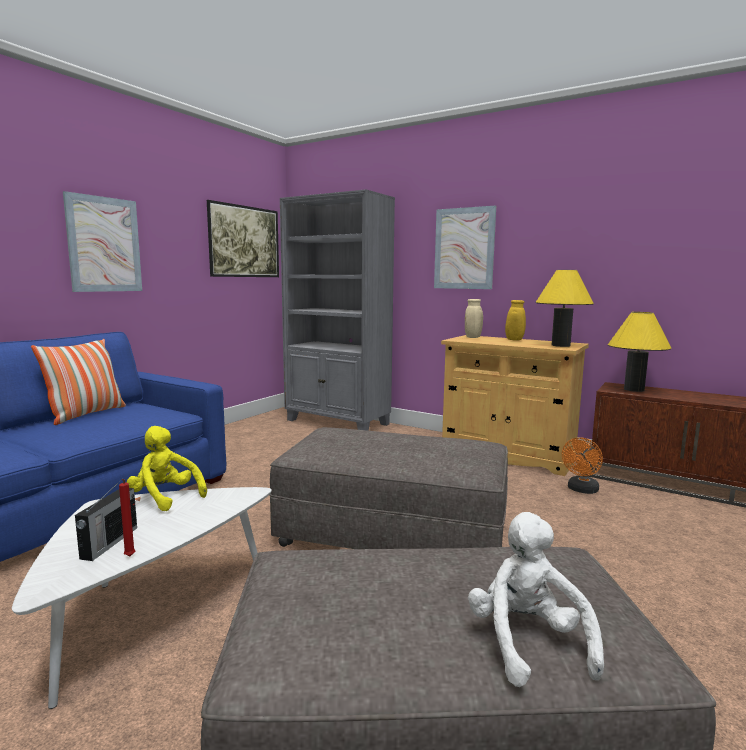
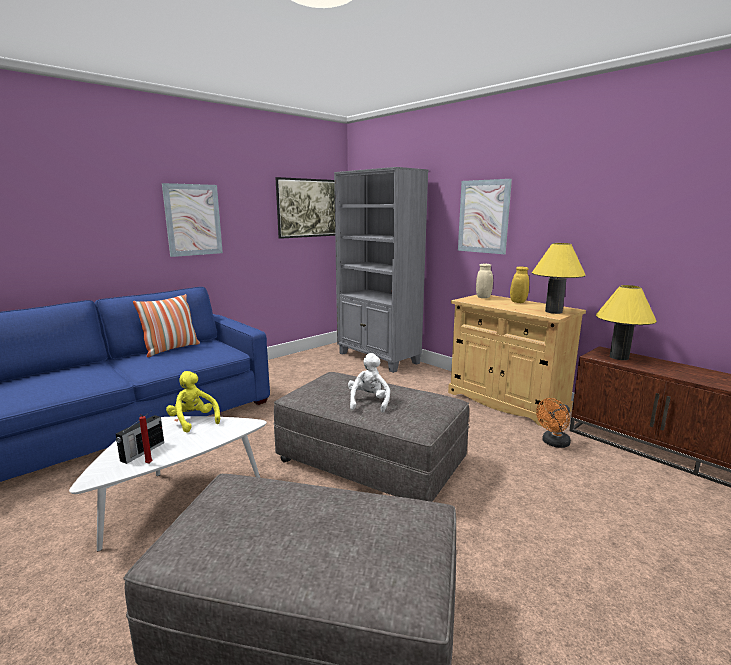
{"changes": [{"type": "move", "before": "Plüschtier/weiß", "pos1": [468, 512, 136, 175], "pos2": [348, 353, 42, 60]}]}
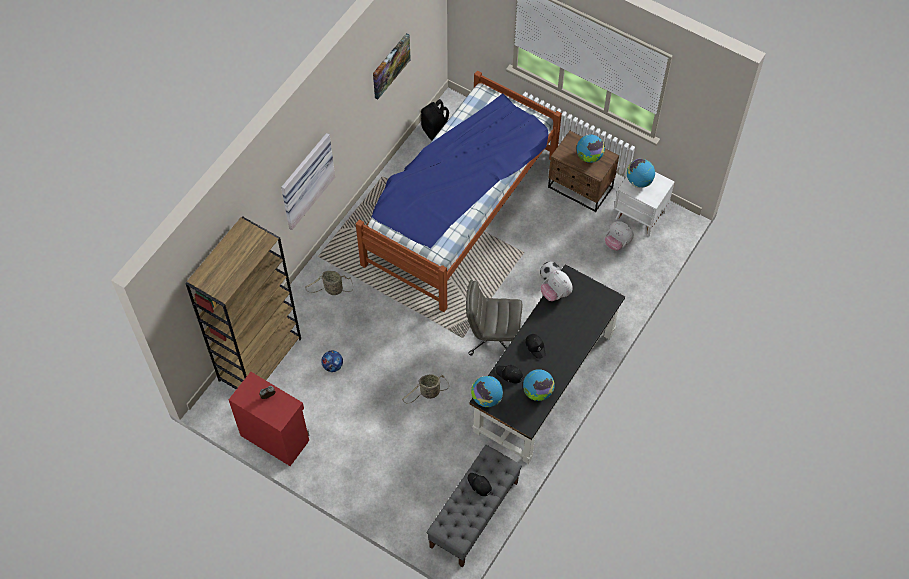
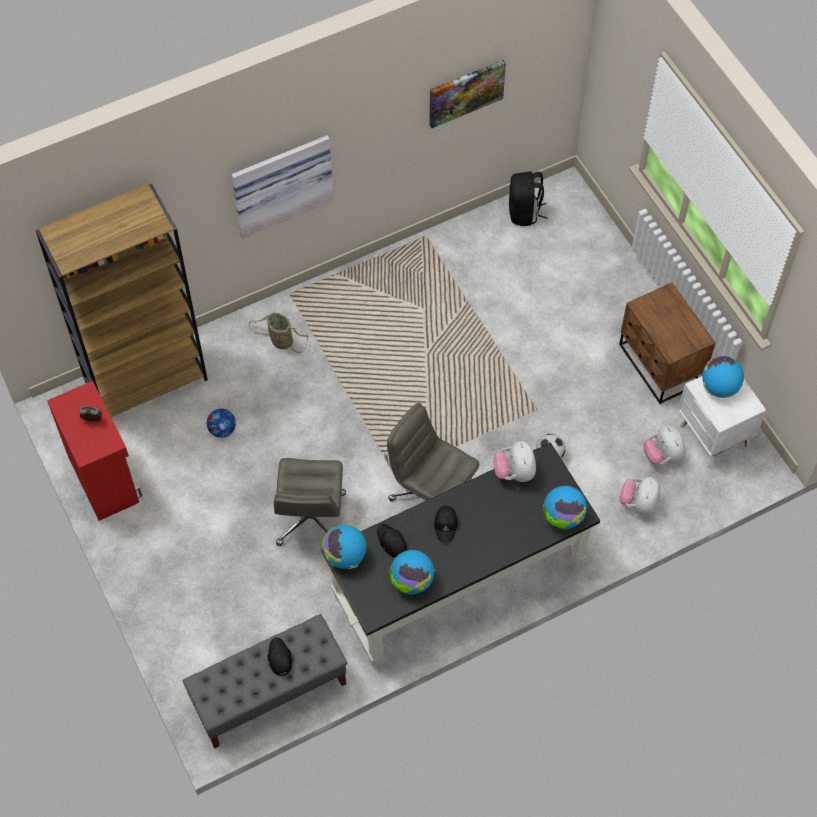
{"changes": [{"type": "delete", "before": "Bett", "pos1": [356, 71, 206, 241]}, {"type": "move", "before": "Globus", "pos1": [577, 135, 28, 28], "pos2": [543, 486, 44, 44]}, {"type": "replace", "before": "Korb", "after": "Bürostuhl/grau", "pos1": [402, 374, 47, 30], "pos2": [274, 458, 72, 88]}, {"type": "insert", "after": "Plüschtier", "pos2": [619, 477, 41, 38]}]}
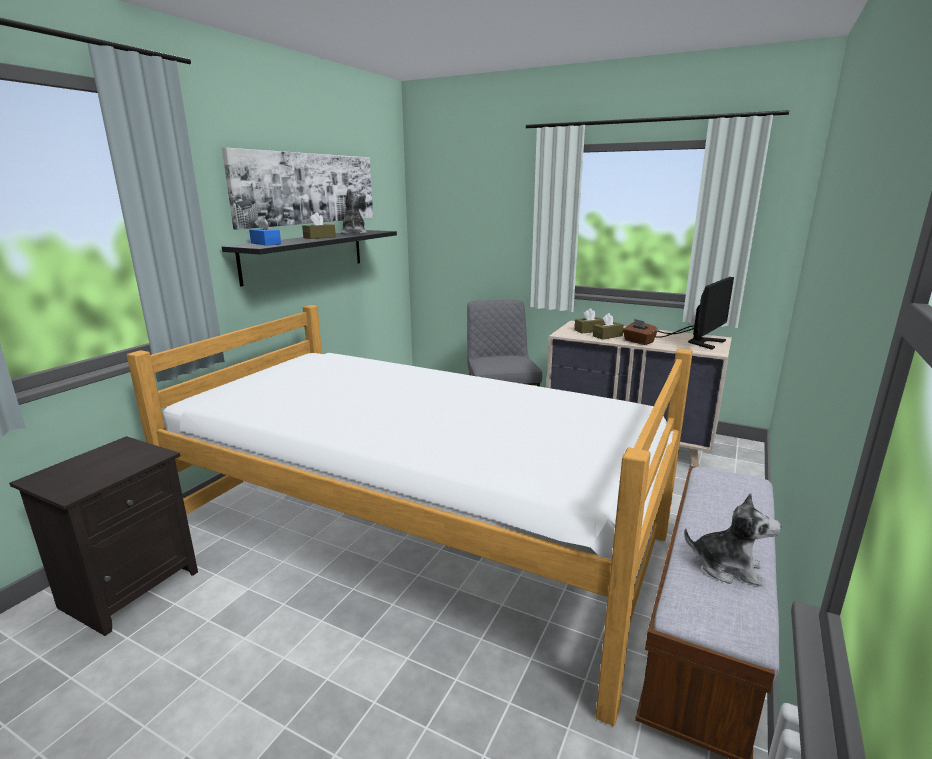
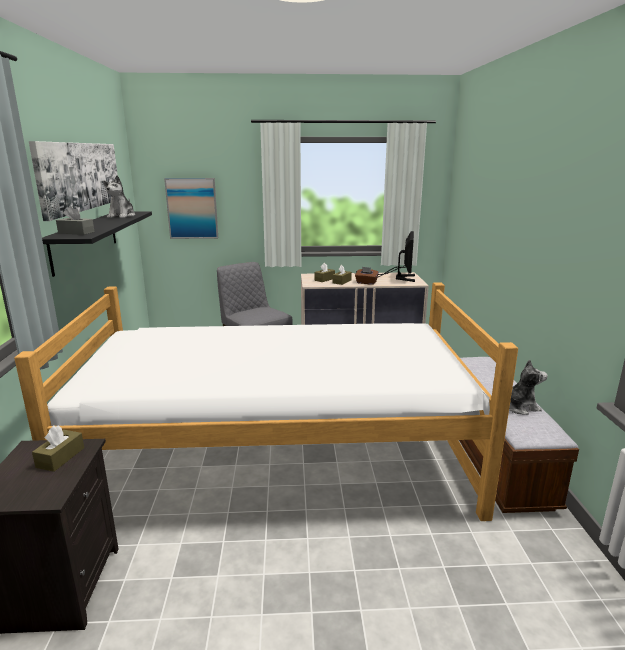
{"changes": [{"type": "rotate", "before": "Plüschtier", "pos1": [341, 189, 27, 46], "pos2": [103, 175, 32, 43], "turn": -135}, {"type": "move", "before": "Taschentuchbox/braun", "pos1": [302, 212, 34, 27], "pos2": [32, 426, 52, 46]}, {"type": "recolor", "before": "Taschentuchbox/blau", "after": "Taschentuchbox/grau", "pos1": [249, 216, 32, 30], "pos2": [56, 206, 38, 29]}, {"type": "insert", "after": "Bild", "pos2": [164, 178, 54, 61]}]}
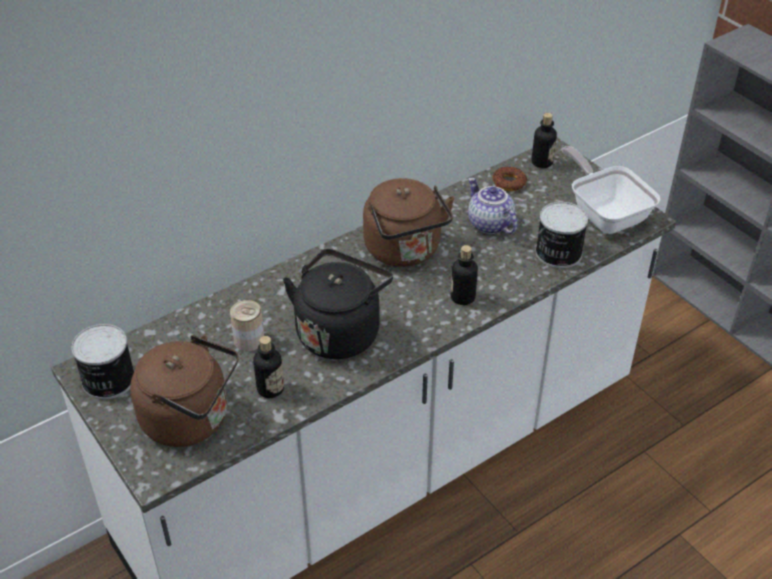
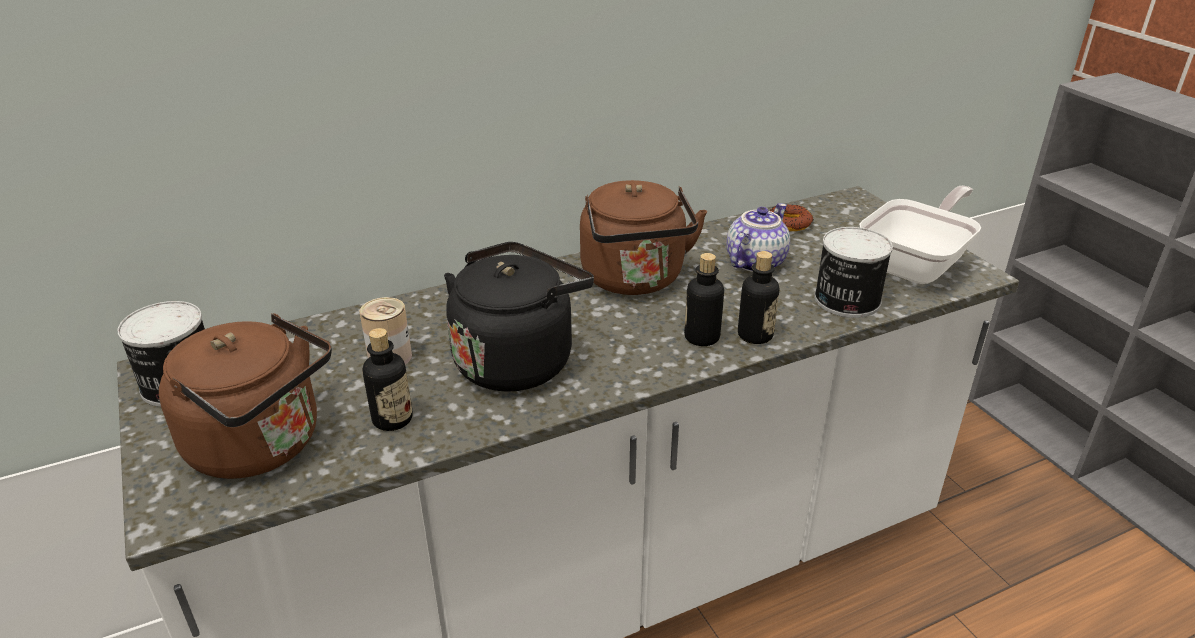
{"changes": [{"type": "move", "before": "Flasche", "pos1": [532, 113, 25, 55], "pos2": [738, 251, 41, 93]}, {"type": "rotate", "before": "Pfanne", "pos1": [562, 146, 98, 88], "pos2": [859, 186, 122, 98], "turn": 60}, {"type": "rotate", "before": "Teekanne", "pos1": [468, 178, 49, 56], "pos2": [727, 203, 63, 69], "turn": 60}]}
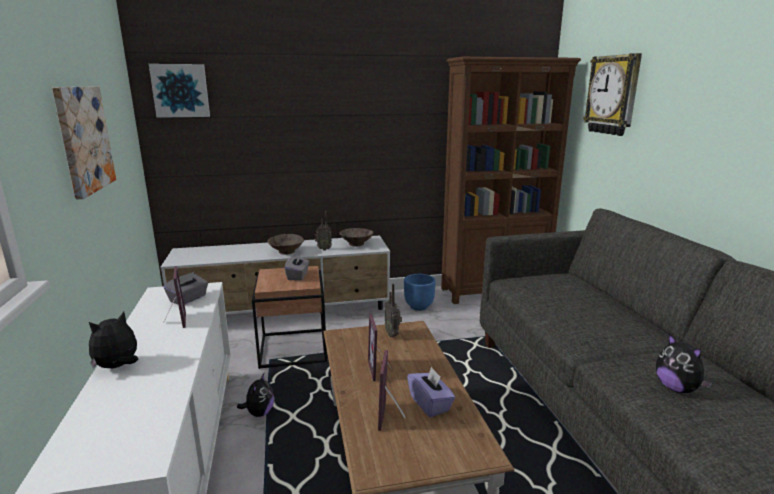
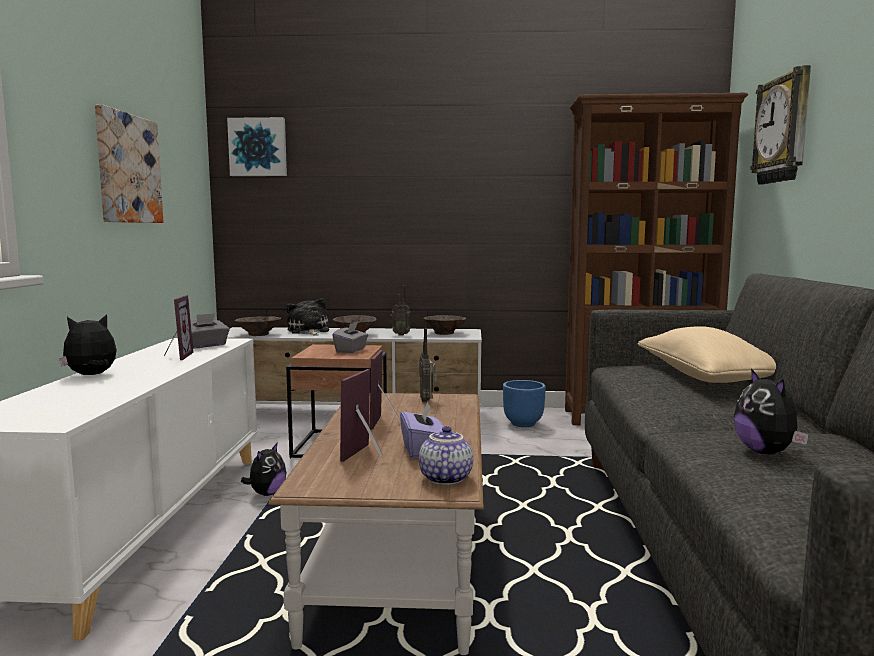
{"changes": [{"type": "insert", "after": "Plüschtier", "pos2": [287, 298, 42, 38]}, {"type": "insert", "after": "Schüssel/braun", "pos2": [235, 316, 46, 20]}, {"type": "insert", "after": "Kissen/beige", "pos2": [638, 326, 138, 57]}, {"type": "insert", "after": "Teekanne", "pos2": [419, 426, 54, 59]}]}
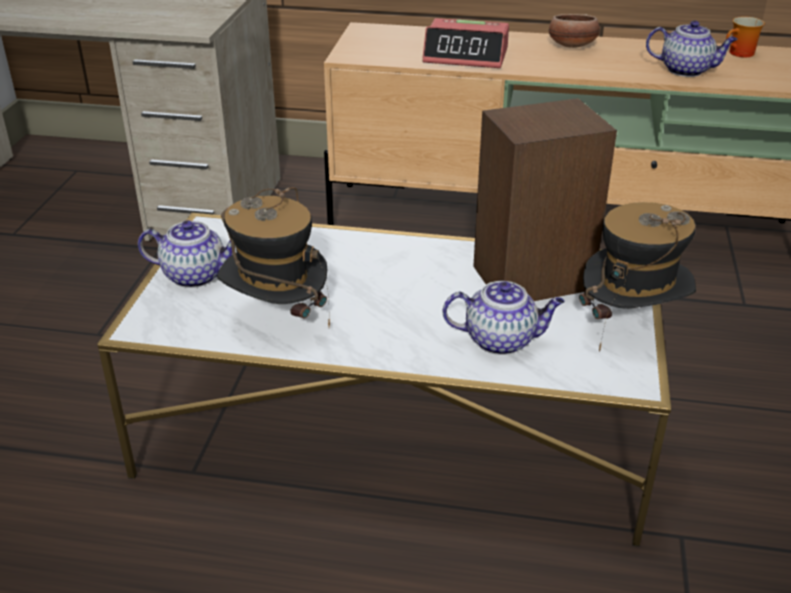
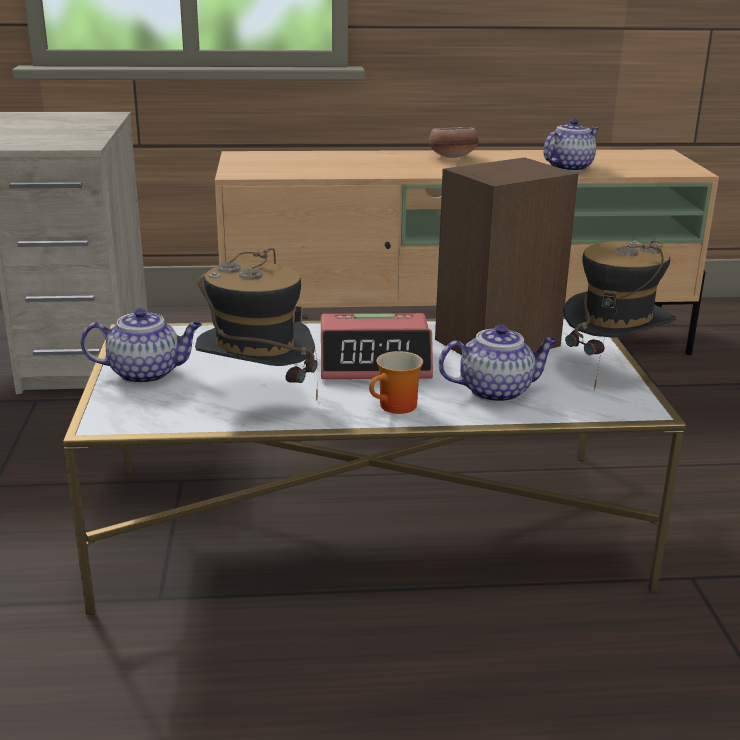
{"changes": [{"type": "move", "before": "Henkelbecher", "pos1": [726, 16, 39, 41], "pos2": [369, 351, 54, 63]}, {"type": "move", "before": "Wecker", "pos1": [422, 18, 87, 50], "pos2": [321, 313, 112, 66]}, {"type": "rotate", "before": "Teekanne", "pos1": [646, 20, 92, 57], "pos2": [543, 119, 56, 53], "turn": -45}]}
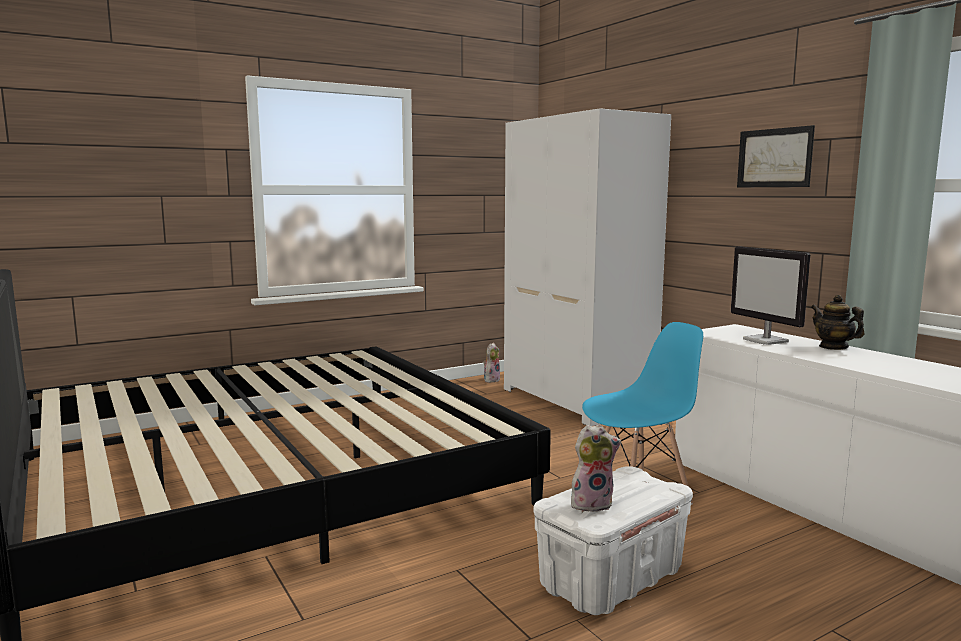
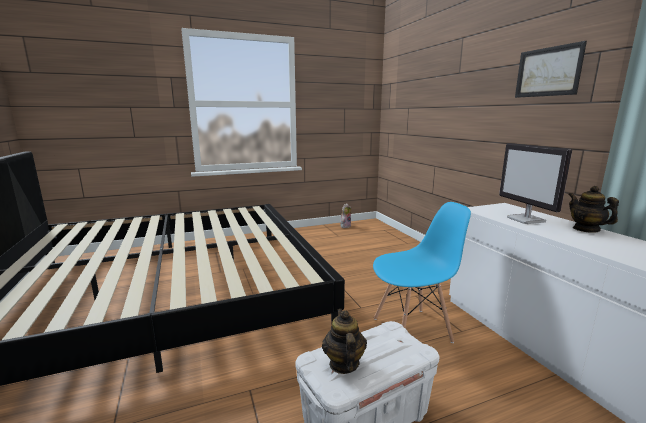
{"changes": [{"type": "delete", "before": "Kleiderschrank/weiß", "pos1": [504, 108, 167, 318]}, {"type": "replace", "before": "Plüschtier", "after": "Teekanne", "pos1": [571, 424, 50, 89], "pos2": [322, 309, 45, 65]}]}
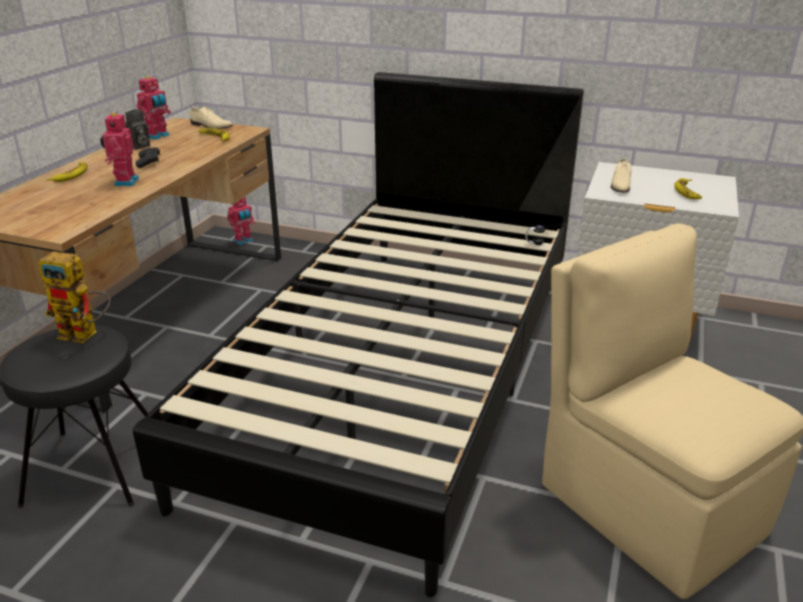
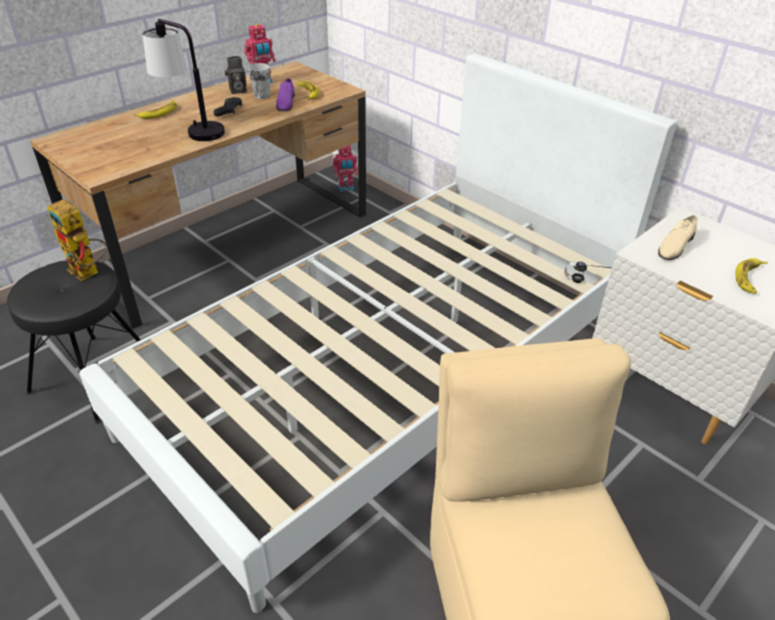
{"changes": [{"type": "recolor", "before": "Bett/schwarz", "after": "Bett/weiß", "pos1": [133, 72, 451, 525], "pos2": [79, 53, 598, 560]}, {"type": "delete", "before": "Schuh/beige", "pos1": [189, 106, 44, 23]}, {"type": "replace", "before": "Spielzeugroboter", "after": "Tischlampe", "pos1": [100, 111, 39, 75], "pos2": [142, 19, 83, 122]}, {"type": "insert", "after": "Tasse", "pos2": [248, 63, 22, 36]}, {"type": "insert", "after": "Schuh/lila", "pos2": [276, 78, 19, 34]}]}
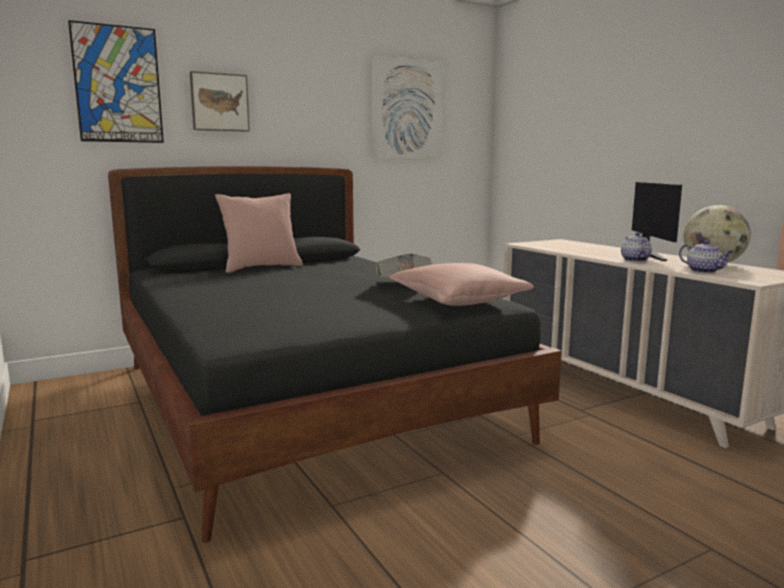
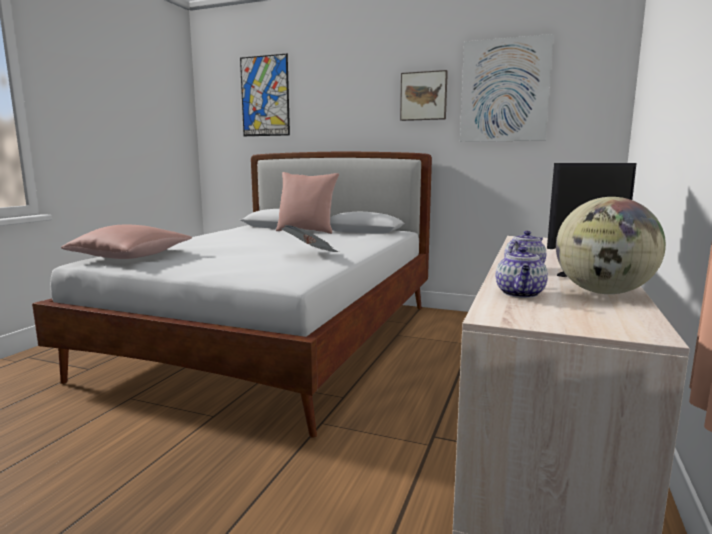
{"changes": [{"type": "move", "before": "Bild", "pos1": [190, 71, 60, 61], "pos2": [400, 70, 48, 51]}, {"type": "recolor", "before": "Bett/schwarz", "after": "Bett/weiß", "pos1": [108, 166, 454, 377], "pos2": [32, 152, 400, 286]}, {"type": "move", "before": "Kissen/rosa", "pos1": [389, 263, 145, 43], "pos2": [61, 225, 131, 34]}]}
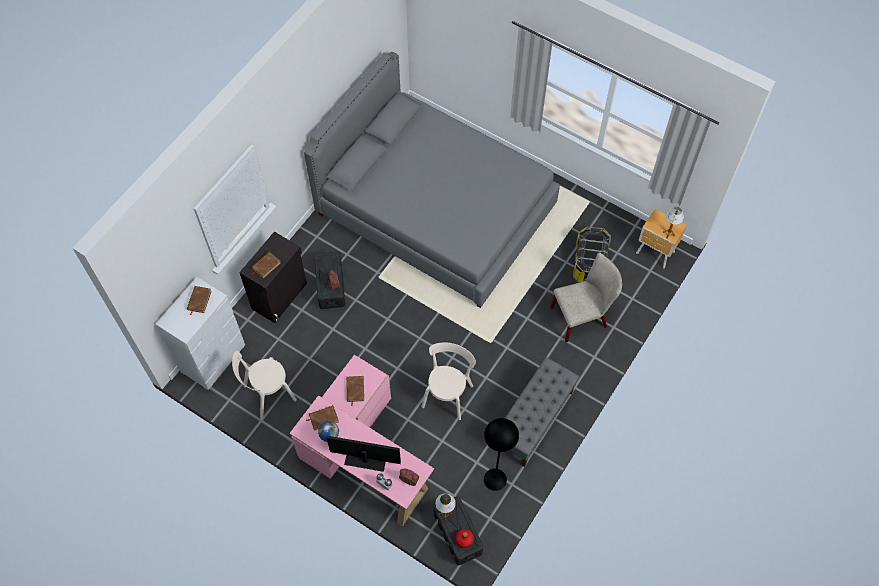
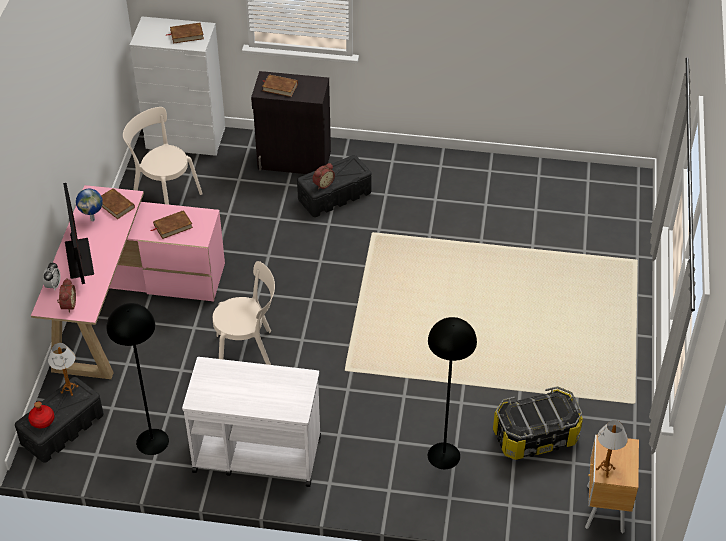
{"changes": [{"type": "delete", "before": "Bett/grau", "pos1": [304, 52, 256, 256]}, {"type": "replace", "before": "Stuhl/beige", "after": "Stehlampe/schwarz", "pos1": [550, 252, 72, 90], "pos2": [428, 317, 49, 152]}, {"type": "replace", "before": "Bank/grau", "after": "Rollwagen/weiß", "pos1": [505, 357, 74, 110], "pos2": [182, 357, 139, 130]}]}
